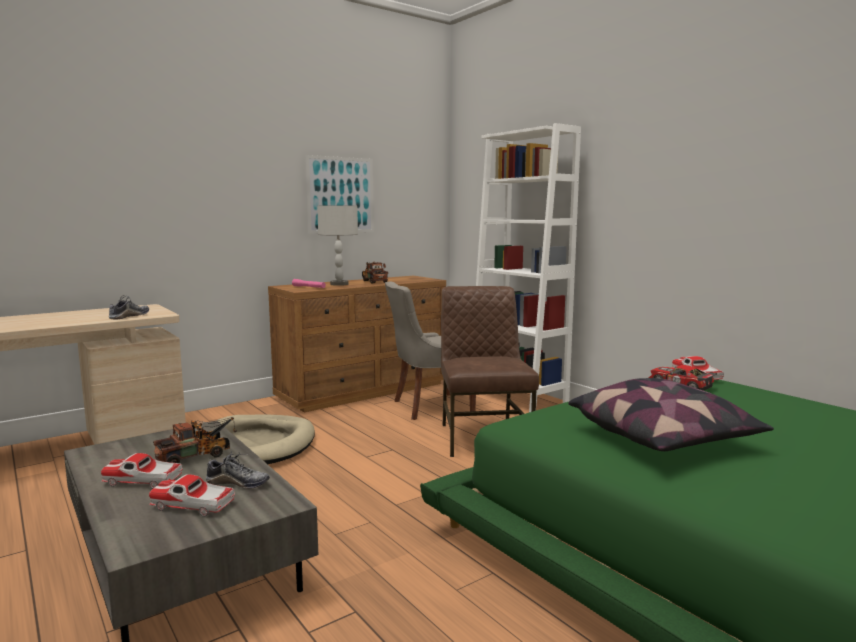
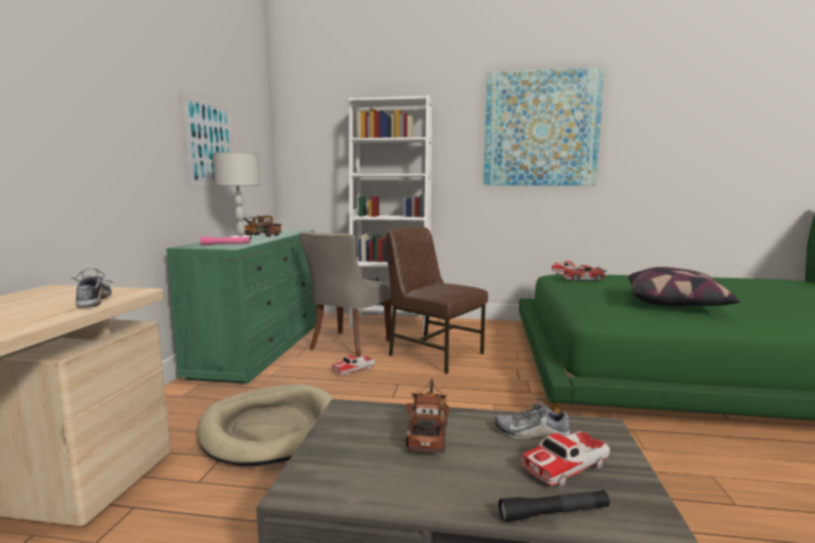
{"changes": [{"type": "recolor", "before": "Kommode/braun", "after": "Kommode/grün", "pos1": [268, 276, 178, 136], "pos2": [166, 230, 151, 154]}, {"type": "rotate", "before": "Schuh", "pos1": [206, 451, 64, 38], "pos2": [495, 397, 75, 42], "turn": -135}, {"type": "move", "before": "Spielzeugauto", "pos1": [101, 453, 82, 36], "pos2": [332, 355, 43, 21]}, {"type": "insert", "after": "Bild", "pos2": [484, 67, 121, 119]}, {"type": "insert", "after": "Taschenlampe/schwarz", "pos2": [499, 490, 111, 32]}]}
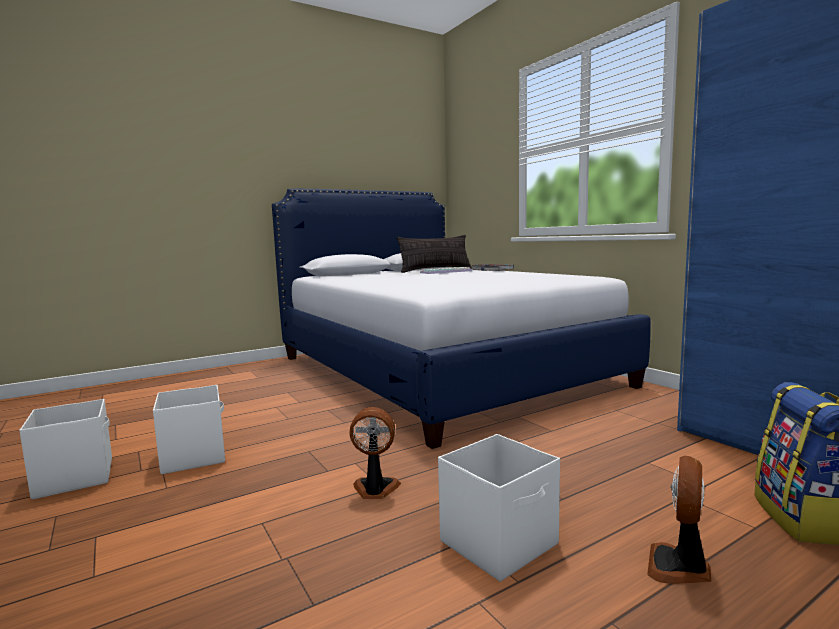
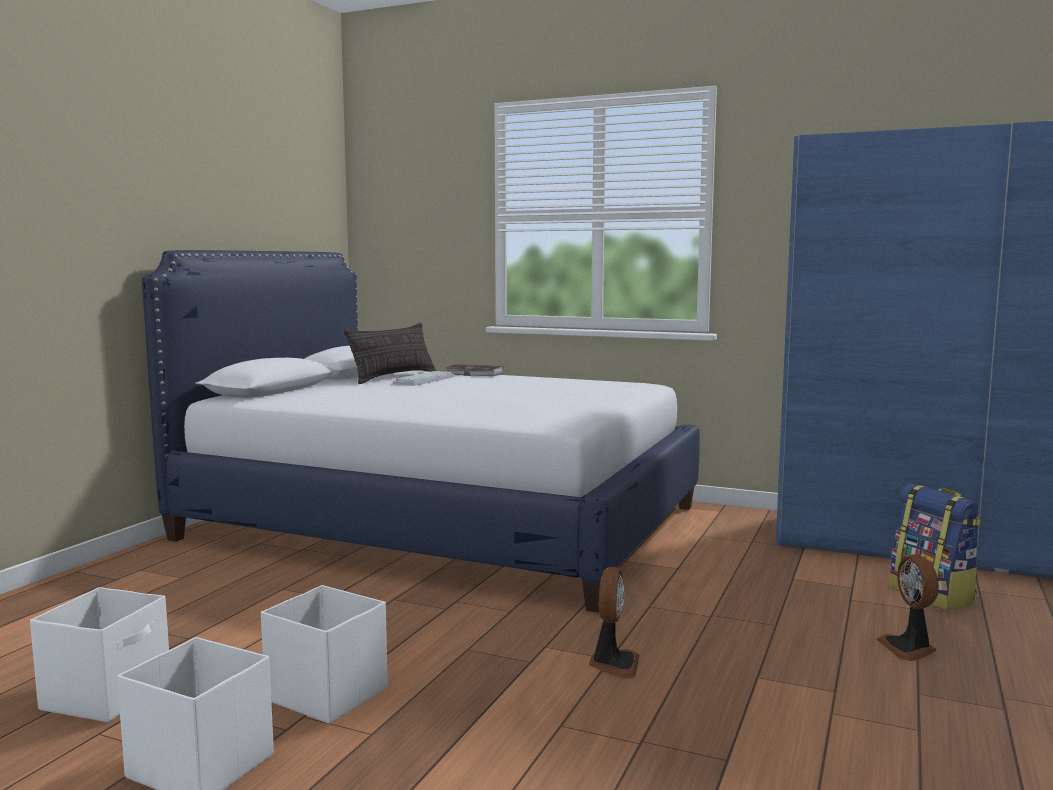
{"changes": [{"type": "rotate", "before": "Ventilator", "pos1": [349, 407, 52, 92], "pos2": [589, 567, 51, 112], "turn": 135}, {"type": "move", "before": "Aufbewahrungsbox/weiß", "pos1": [438, 434, 122, 148], "pos2": [30, 587, 139, 135]}]}
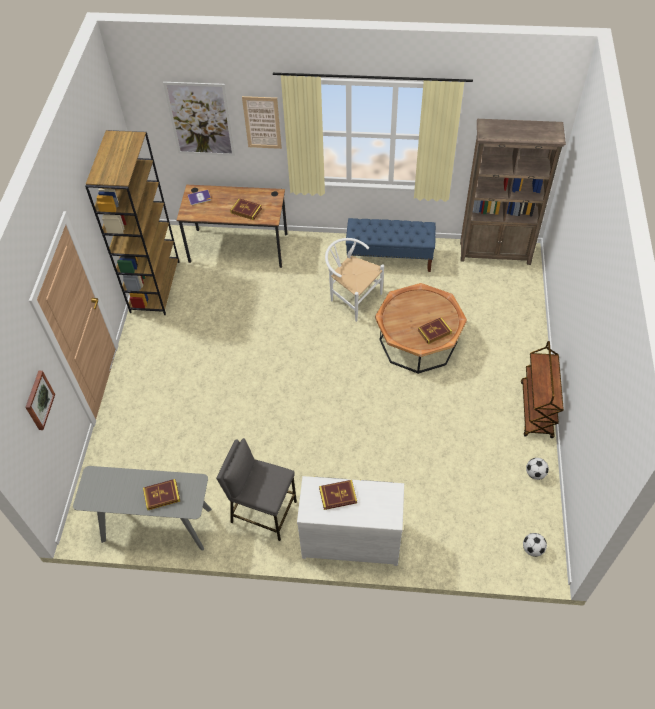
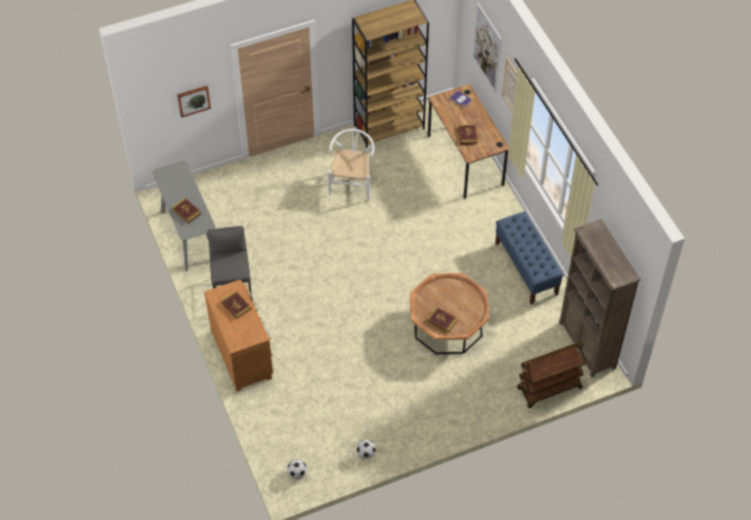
{"changes": [{"type": "move", "before": "Stuhl/weiß", "pos1": [325, 238, 59, 84], "pos2": [327, 129, 47, 72]}, {"type": "move", "before": "Rollwagen/braun", "pos1": [521, 341, 43, 97], "pos2": [517, 343, 69, 65]}, {"type": "recolor", "before": "Kommode/weiß", "after": "Kommode/braun", "pos1": [297, 476, 107, 90], "pos2": [204, 279, 69, 112]}]}
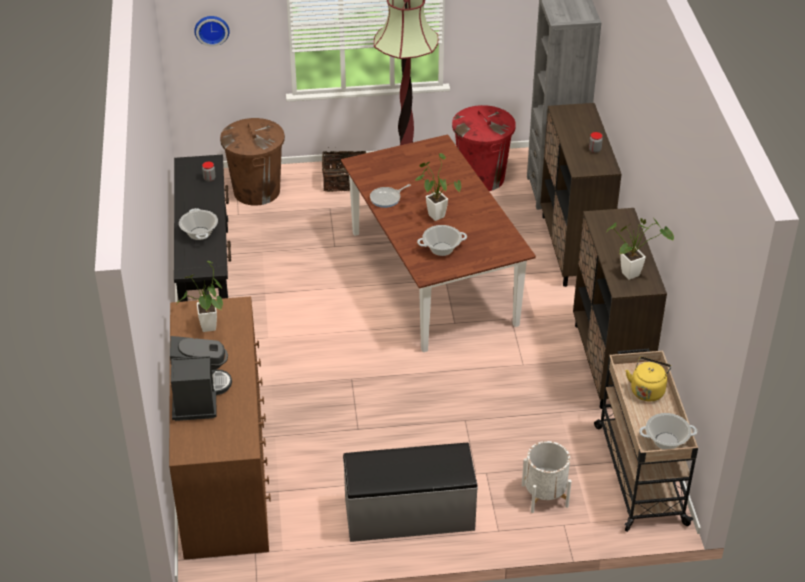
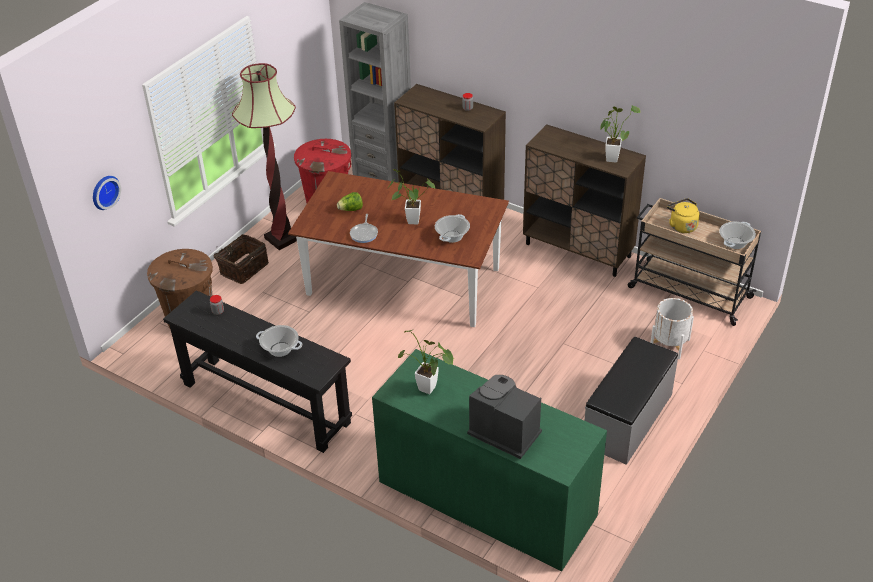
{"changes": [{"type": "recolor", "before": "Kommode/braun", "after": "Kommode/grün", "pos1": [169, 296, 102, 264], "pos2": [372, 349, 235, 222]}, {"type": "insert", "after": "Salatkopf", "pos2": [337, 192, 26, 19]}]}
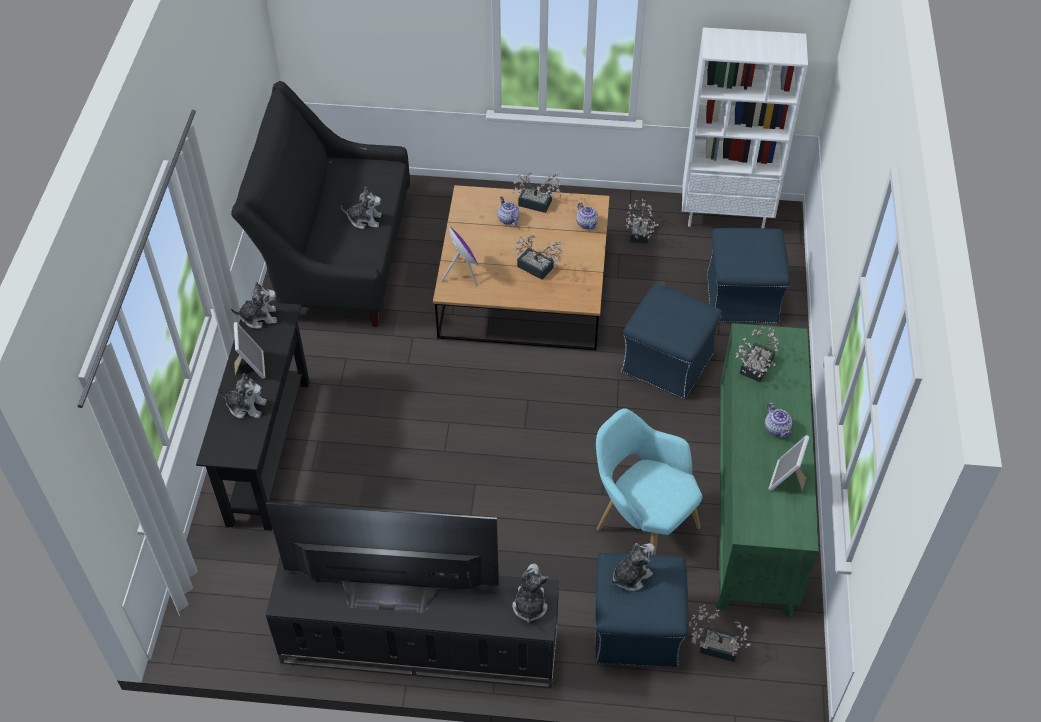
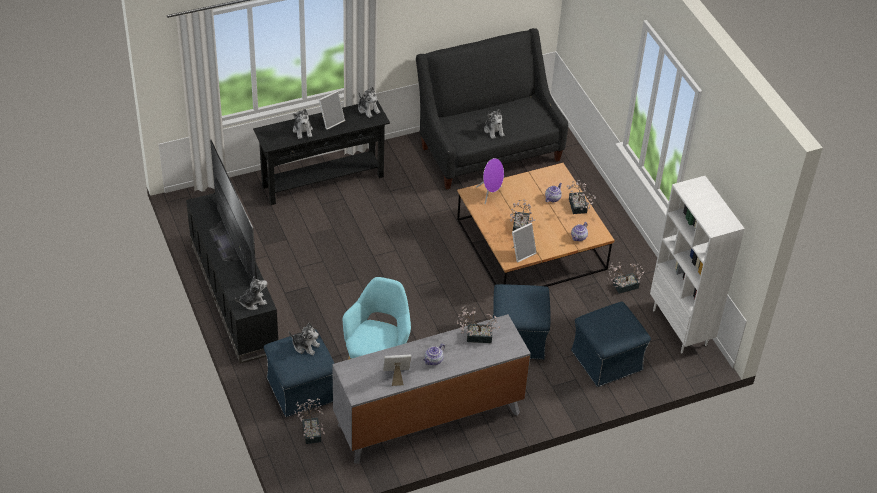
{"changes": [{"type": "recolor", "before": "Kommode/grün", "after": "Kommode/grau", "pos1": [716, 323, 103, 295], "pos2": [332, 314, 199, 150]}, {"type": "insert", "after": "Bilderrahmen", "pos2": [512, 223, 25, 39]}]}
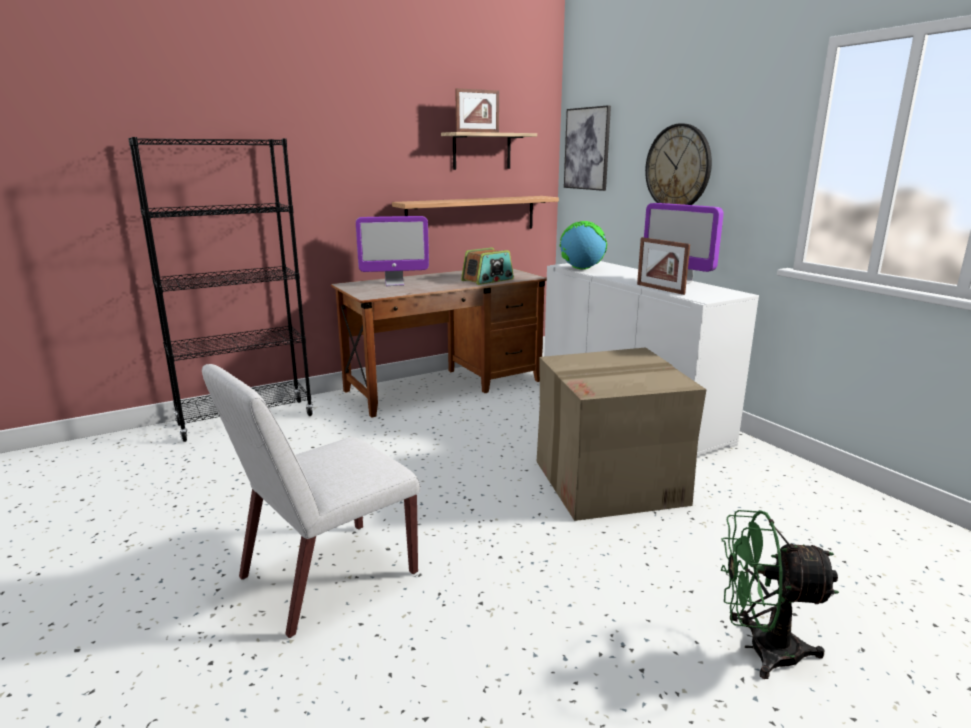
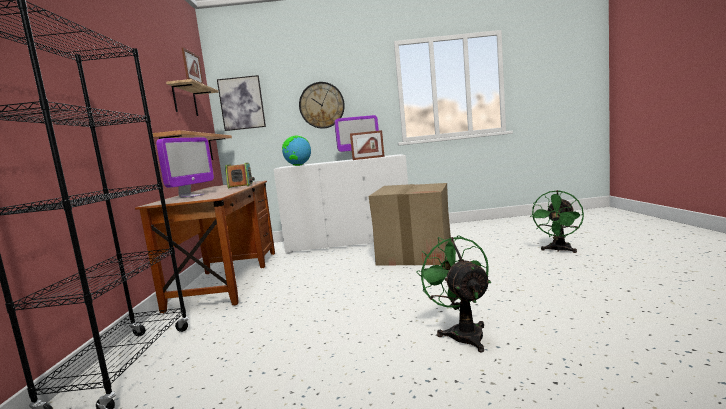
{"changes": [{"type": "replace", "before": "Stuhl/weiß", "after": "Ventilator/grün", "pos1": [202, 364, 218, 274], "pos2": [416, 235, 75, 117]}]}
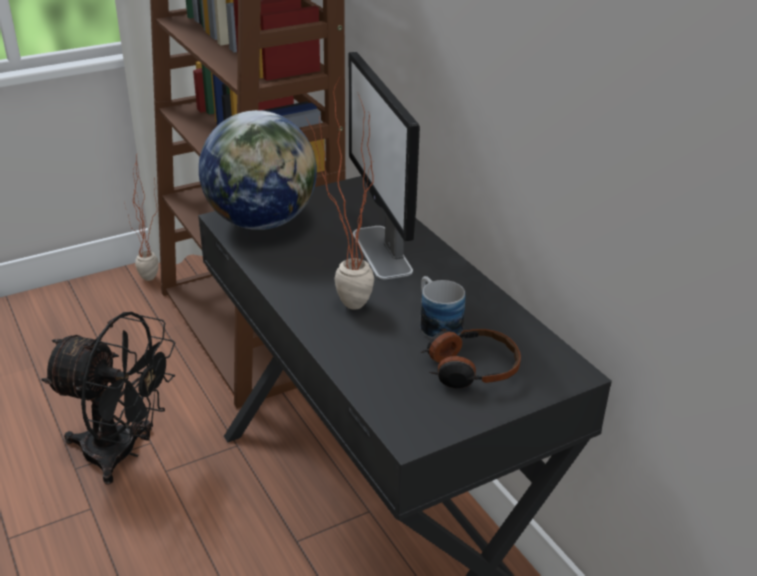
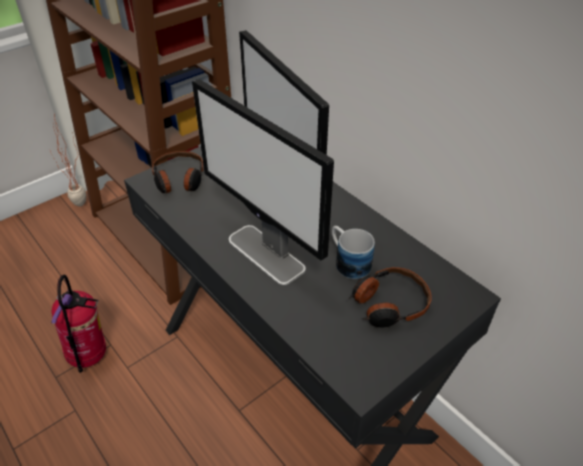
{"changes": [{"type": "replace", "before": "Topfpflanze", "after": "Monitor", "pos1": [306, 78, 68, 232], "pos2": [192, 79, 142, 206]}, {"type": "replace", "before": "Globus", "after": "Kopfhörer", "pos1": [199, 110, 118, 120], "pos2": [152, 151, 52, 42]}, {"type": "replace", "before": "Ventilator/schwarz", "after": "Feuerlöscher", "pos1": [41, 312, 134, 173], "pos2": [51, 275, 55, 98]}]}
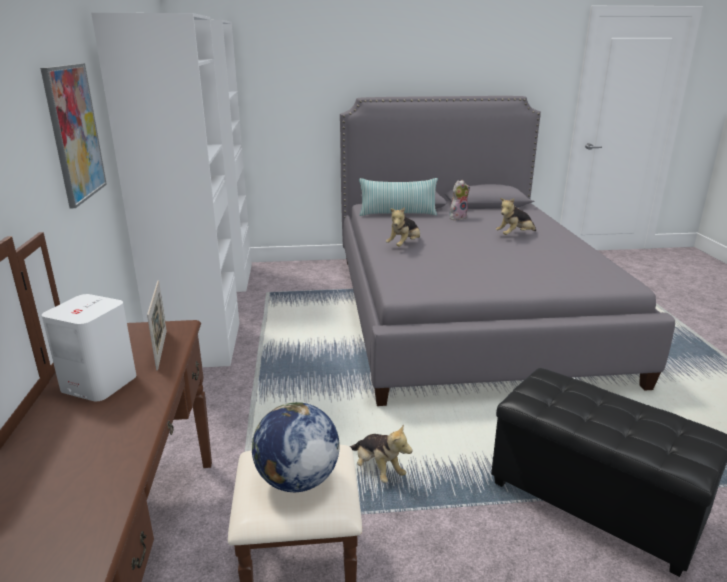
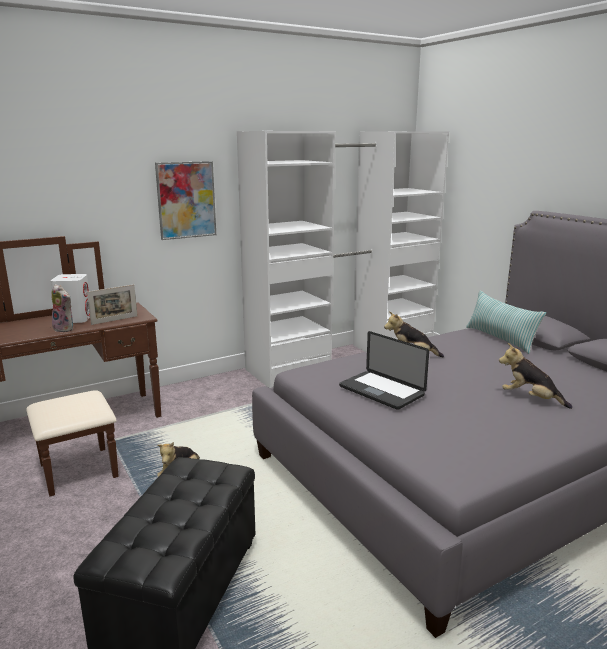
{"changes": [{"type": "move", "before": "Plüschtier", "pos1": [449, 180, 21, 40], "pos2": [51, 284, 22, 49]}, {"type": "delete", "before": "Globus", "pos1": [252, 402, 87, 90]}, {"type": "insert", "after": "Laptop", "pos2": [339, 331, 90, 79]}]}
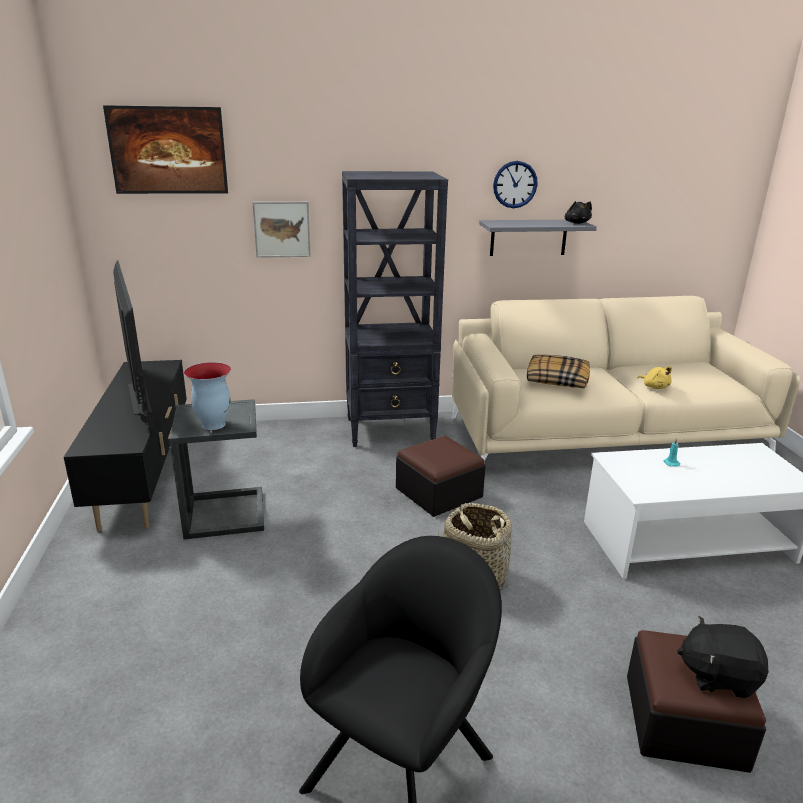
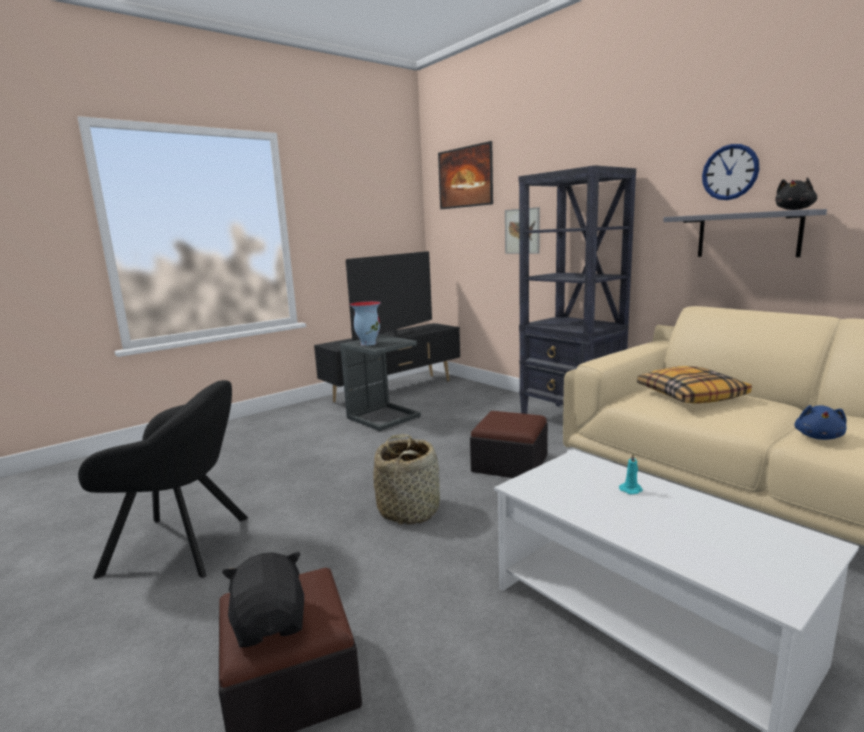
{"changes": [{"type": "recolor", "before": "Plüschtier/gelb", "after": "Plüschtier/blau", "pos1": [637, 367, 35, 22], "pos2": [794, 405, 53, 35]}]}
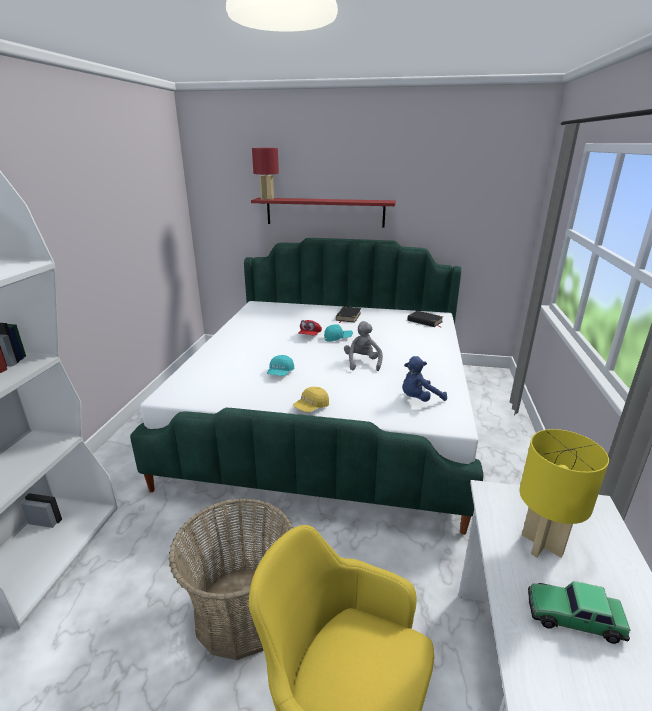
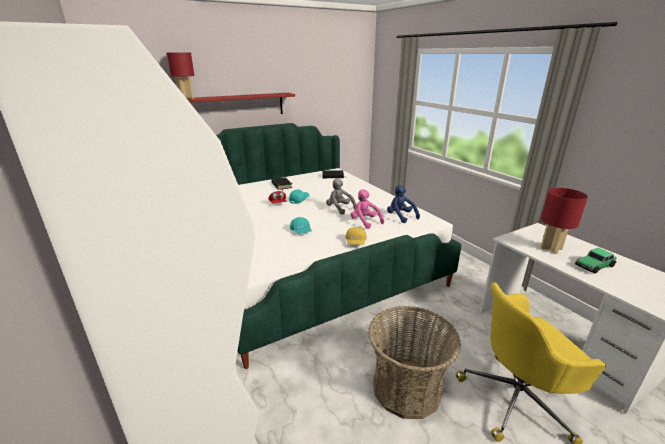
{"changes": [{"type": "rotate", "before": "Plüschtier/blau", "pos1": [402, 356, 45, 46], "pos2": [387, 185, 33, 38], "turn": 120}, {"type": "recolor", "before": "Tischlampe/gelb", "after": "Tischlampe/rot", "pos1": [520, 429, 89, 129], "pos2": [540, 188, 48, 66]}, {"type": "insert", "after": "Plüschtier/rosa", "pos2": [351, 189, 33, 40]}]}
